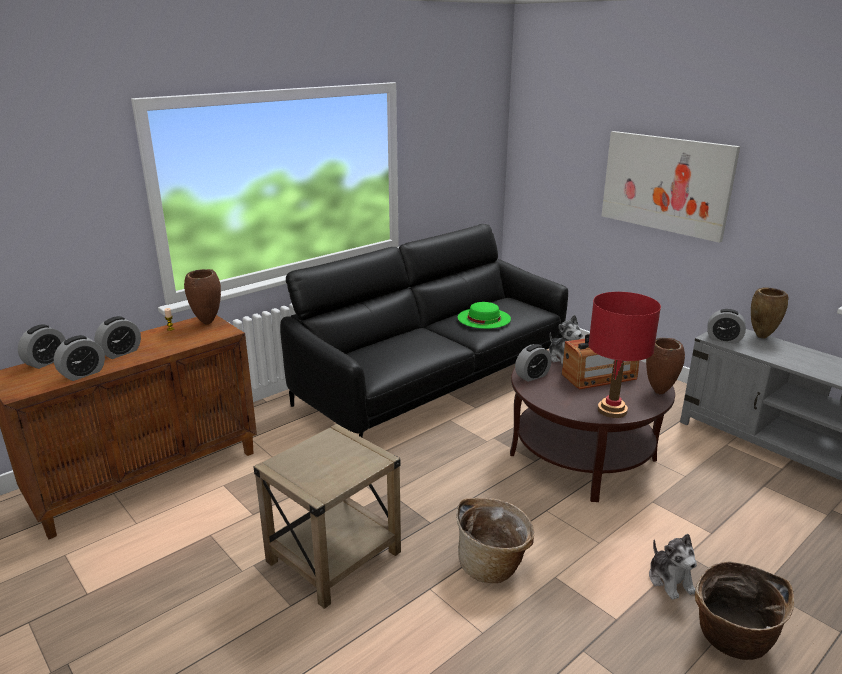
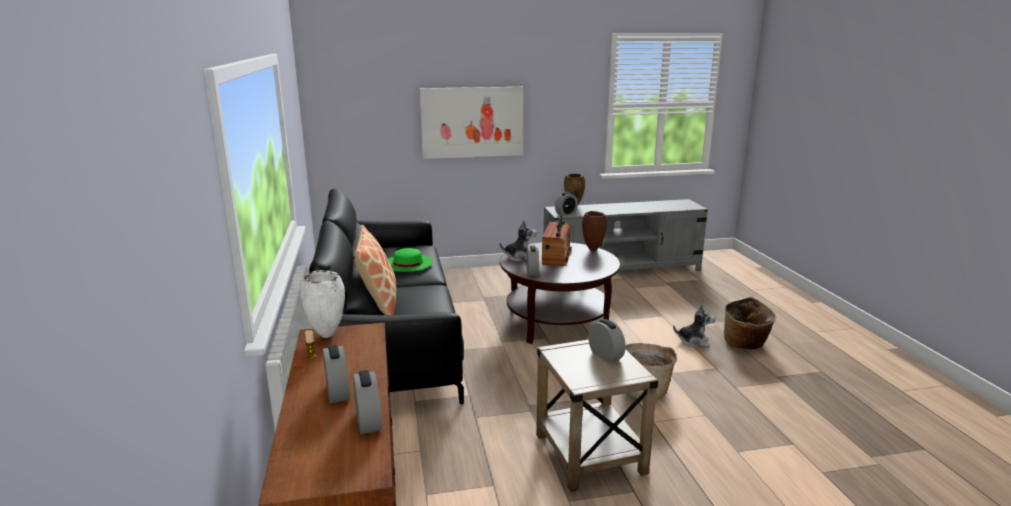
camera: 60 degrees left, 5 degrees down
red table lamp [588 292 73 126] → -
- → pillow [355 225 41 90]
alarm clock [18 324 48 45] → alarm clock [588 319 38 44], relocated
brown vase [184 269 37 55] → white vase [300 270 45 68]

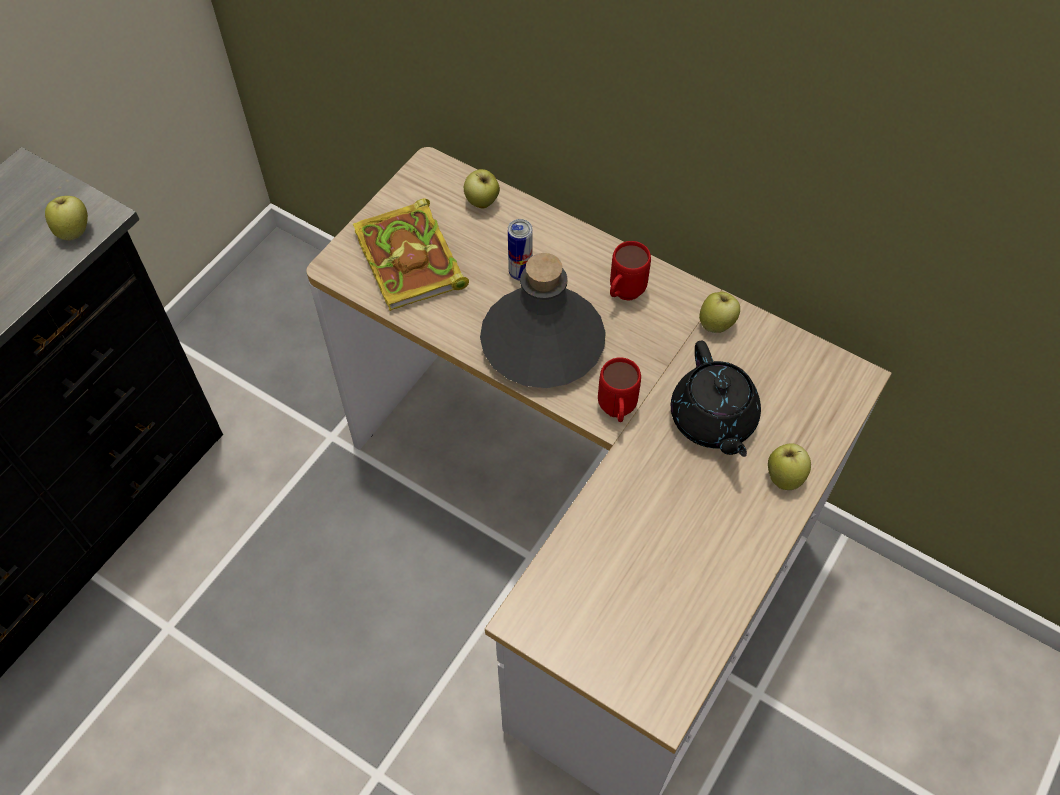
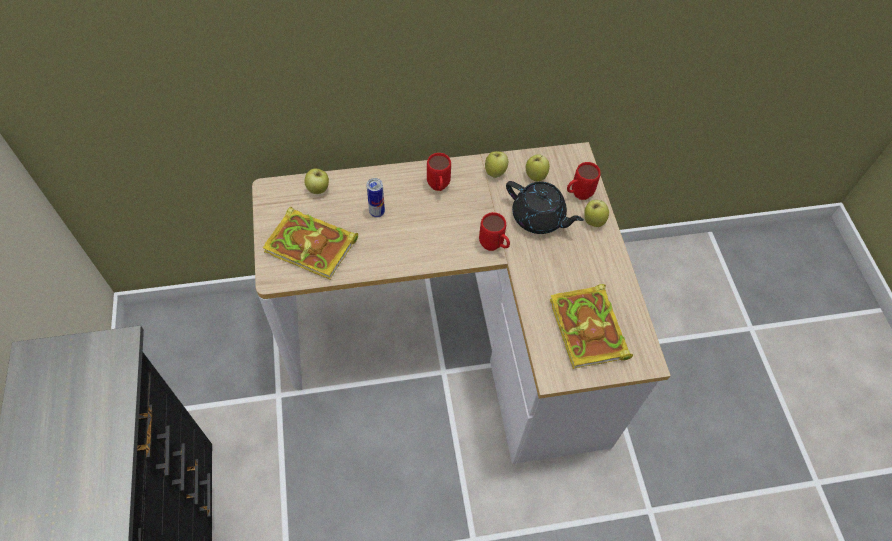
camera: 45 degrees left, 0 degrees up
grey bottle [480 253 126 135] → -
- → book [550 284 83 85]
- → red mug [567 162 34 38]
apple [45 196 43 45] → apple [526 154 24 27], relocated

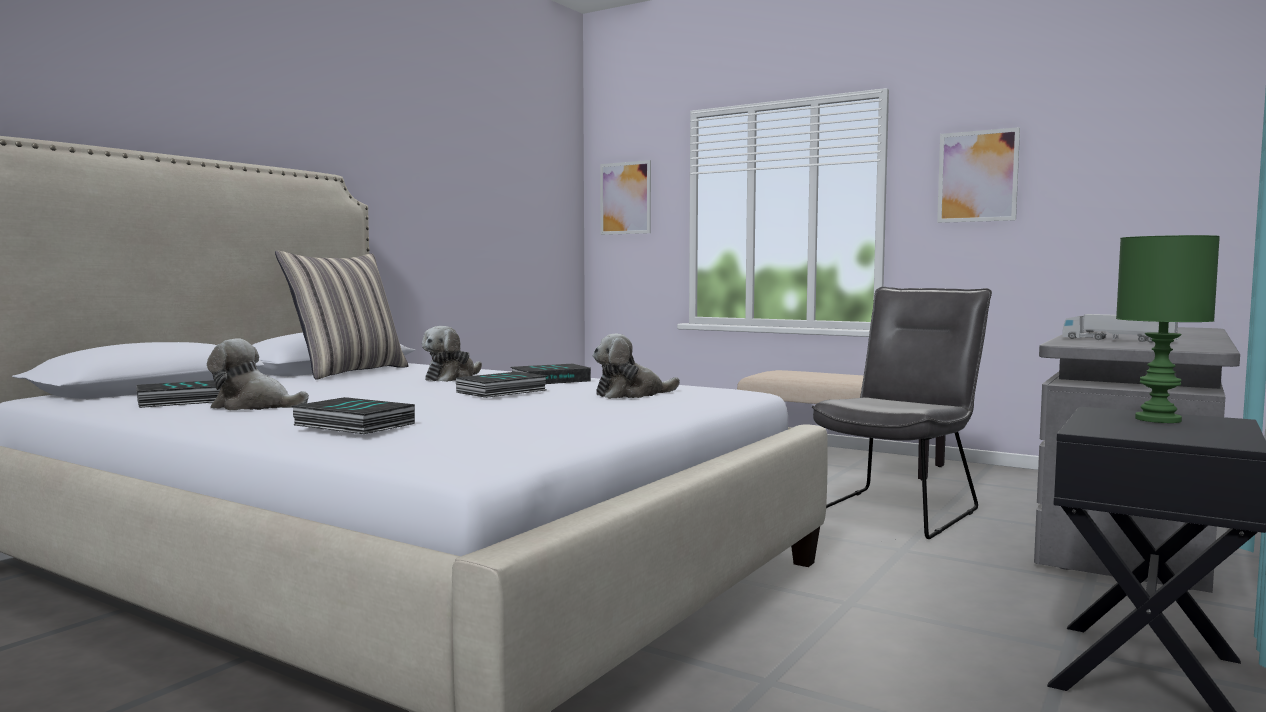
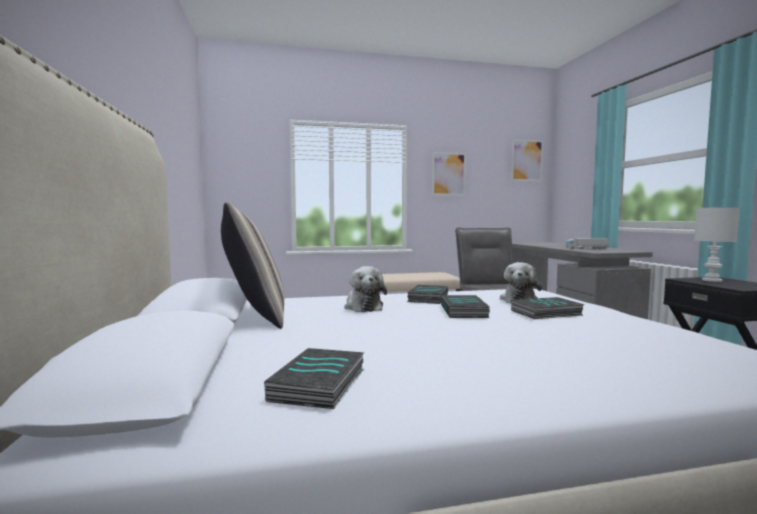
camera: 45 degrees left, 0 degrees up
plush toy [207 339 102 71] → -
book [292 397 123 37] → book [511 297 74 22], relocated
picture [600 160 51 75] → picture [511 139 32 43], relocated
green table lamp [1116 235 104 188] → white table lamp [694 207 46 75]

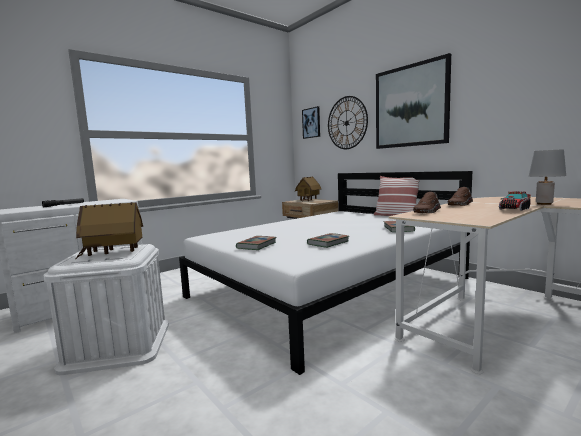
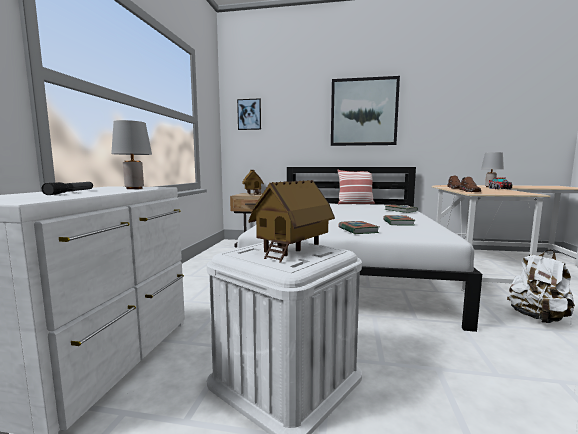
camera: 40 degrees left, 0 degrees up
wall clock [328 96 40 53] → -
- → grey table lamp [111 120 41 69]
- → white backpack [507 250 68 73]

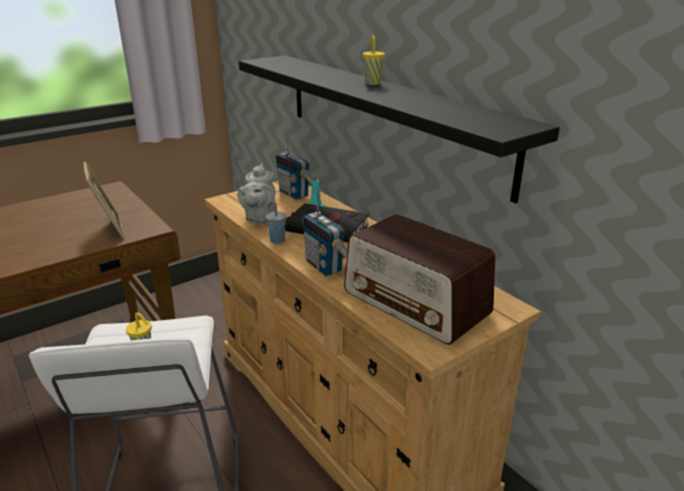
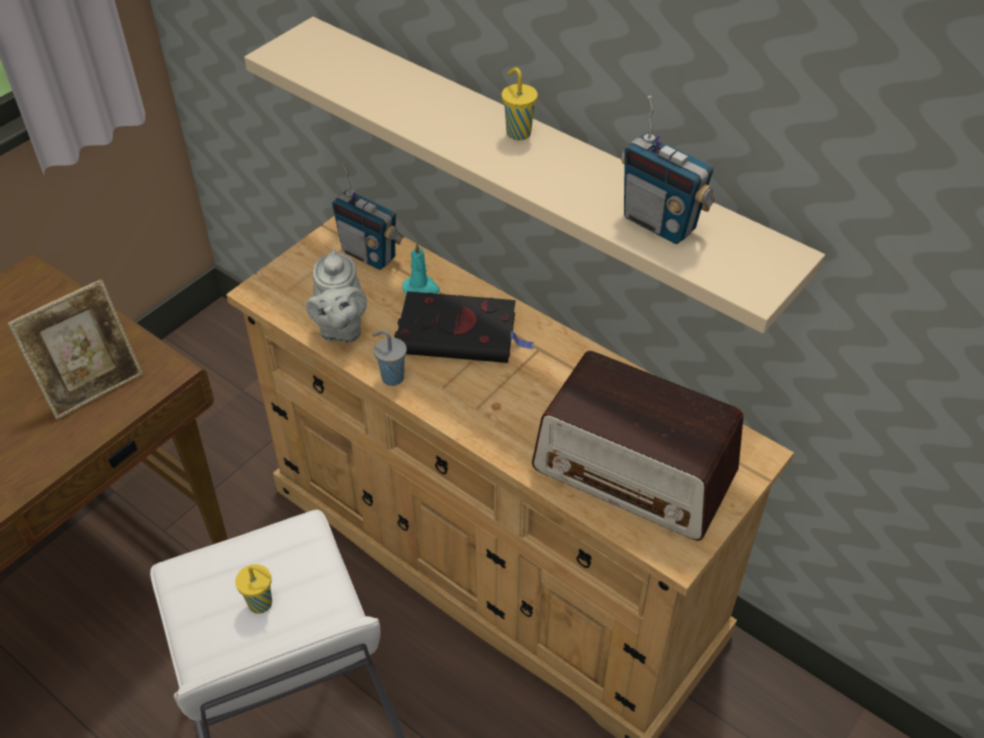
camera: 15 degrees left, 20 degrees up
radio [302 188 45 88] → radio [621 96 94 148], relocated
black shelf [239 55 321 148] → beige shelf [244 17 581 316]
picture frame [83 162 42 77] → picture frame [7 279 136 141], 90 degrees clockwise

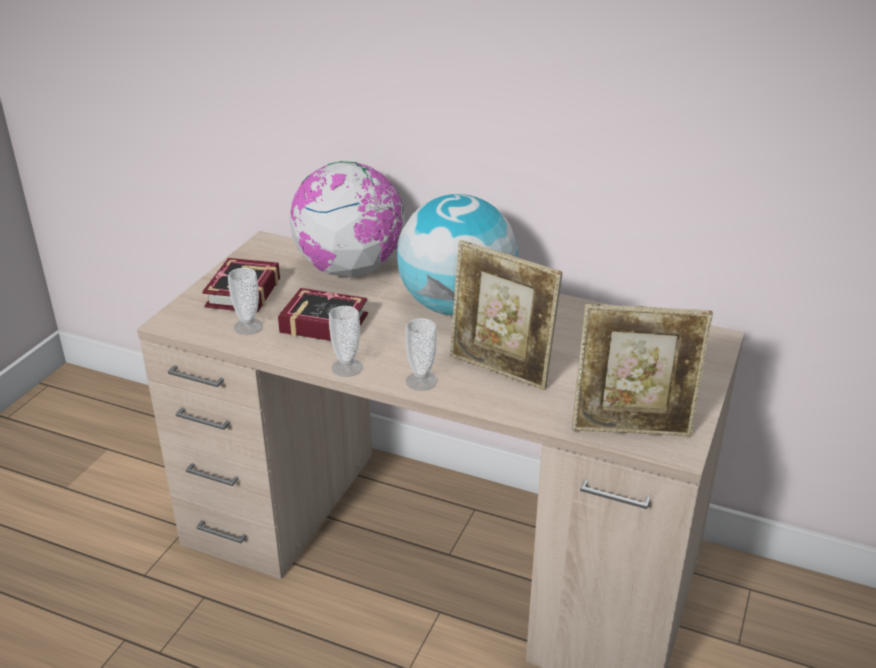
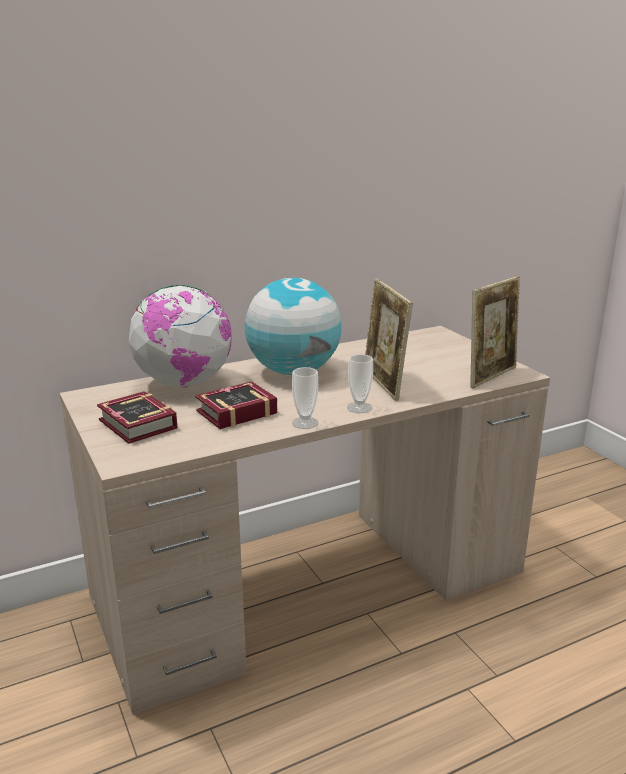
camera: 50 degrees left, 10 degrees down
cup [228 268 35 67] → -
picture frame [450 240 112 150] → picture frame [365 278 48 123], 90 degrees clockwise

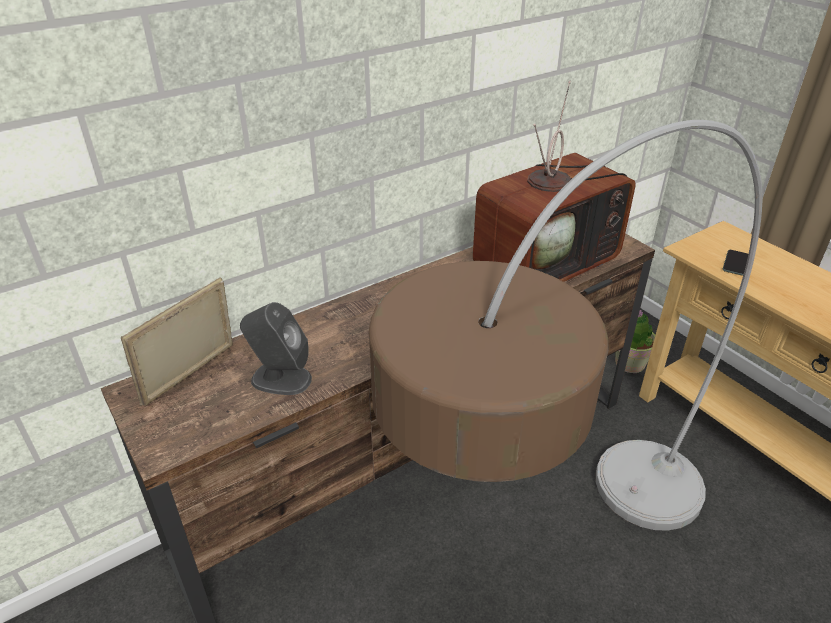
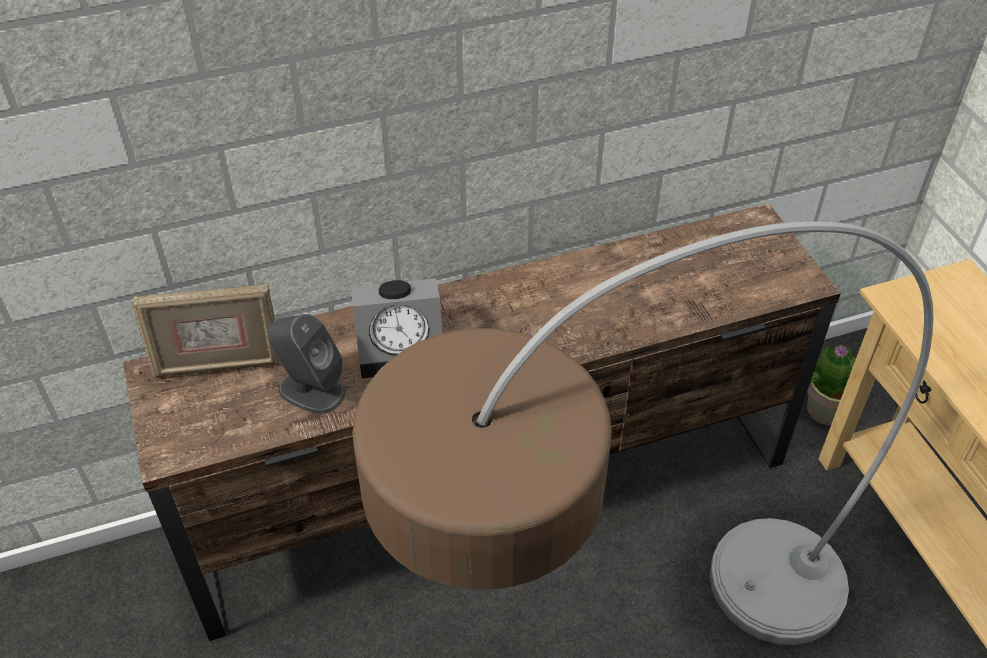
camera: 15 degrees right, 10 degrees up
television [473 81 163 201] → -
phone [723 250 25 26] → -
- → alarm clock [352 278 91 101]
picture frame [121 277 112 129] → picture frame [131 284 151 94], 150 degrees counterclockwise

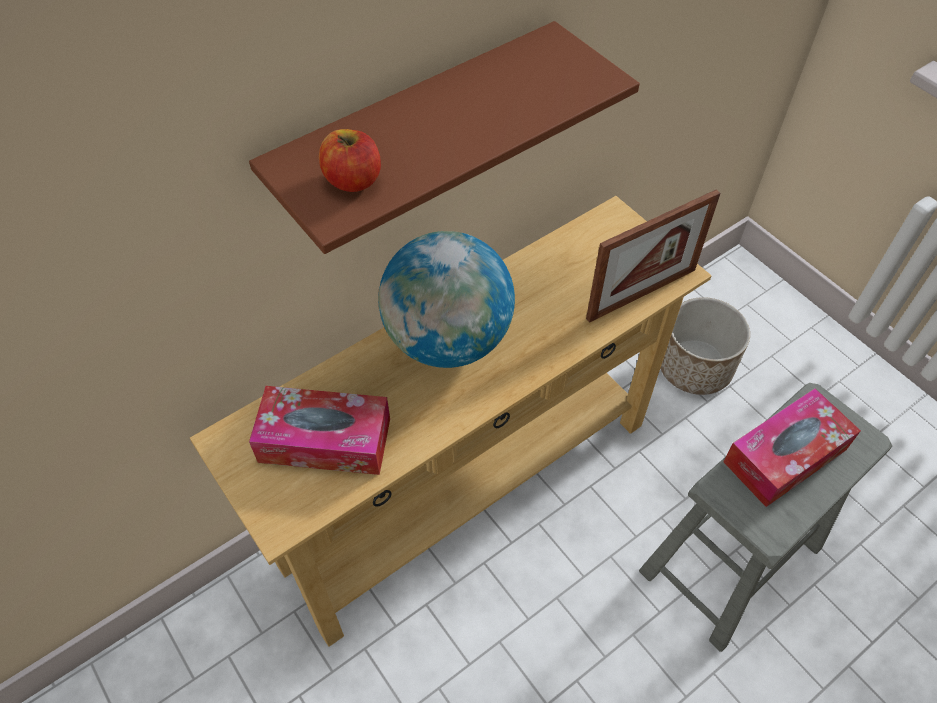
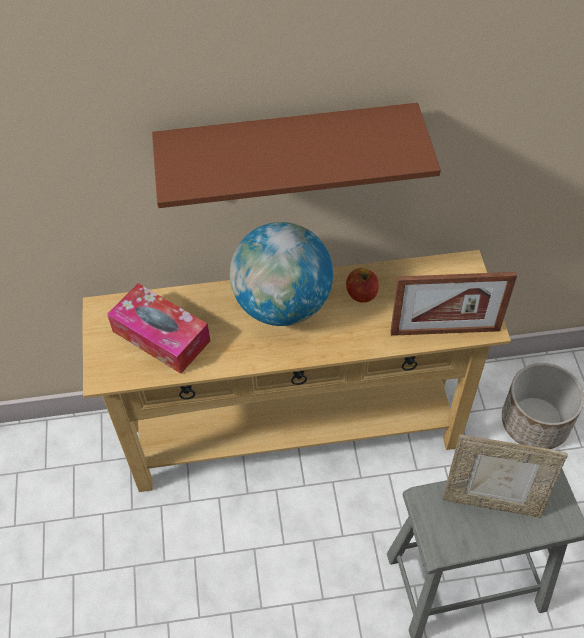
camera: 30 degrees right, 0 degrees up
apple [319 129 62 63] → apple [346 268 33 35], relocated
tissue box [723 388 138 119] → picture frame [443 434 125 84]

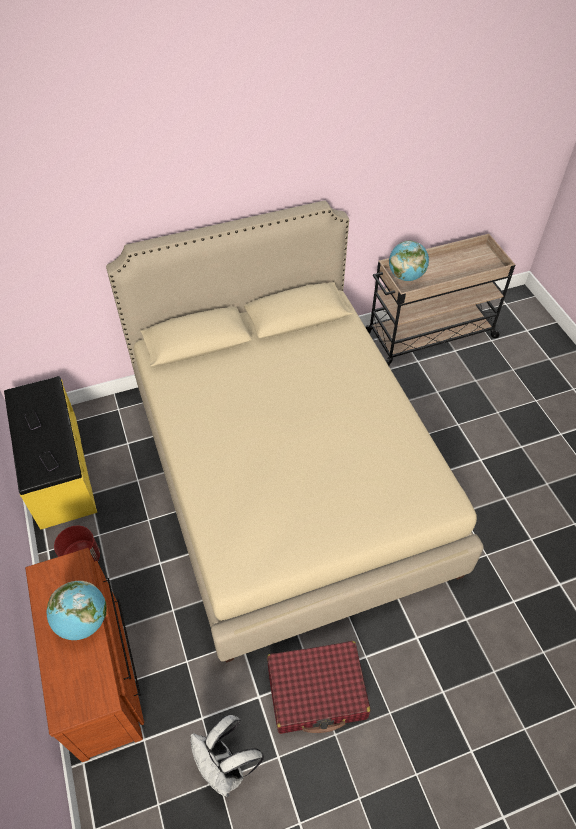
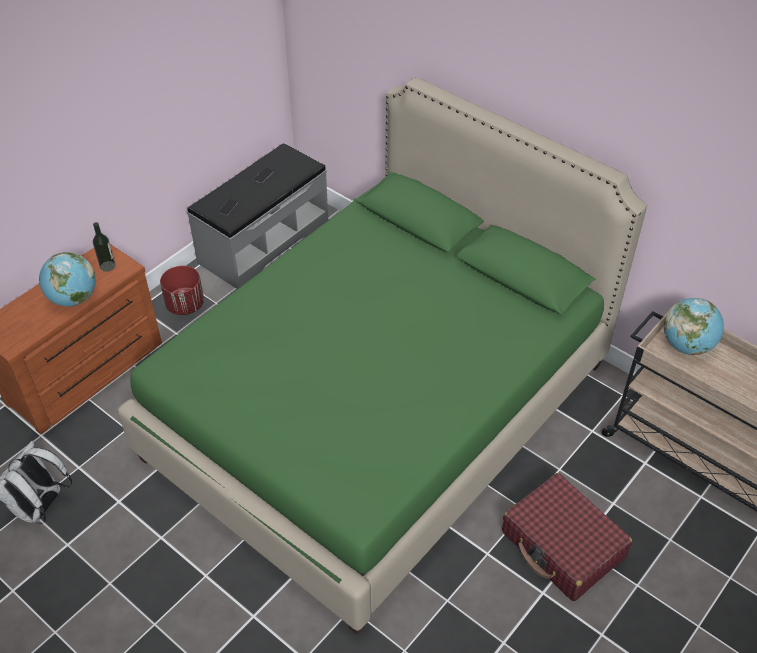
camera: 60 degrees right, 5 degrees down
- → bottle [93 222 22 50]
red suitcase [267 641 104 93] → red suitcase [502 473 130 129], relocated
yellow bench [4 376 93 154] → grey bench [187 143 141 146]
beige bed [106 200 378 463] → green bed [118 77 529 558]

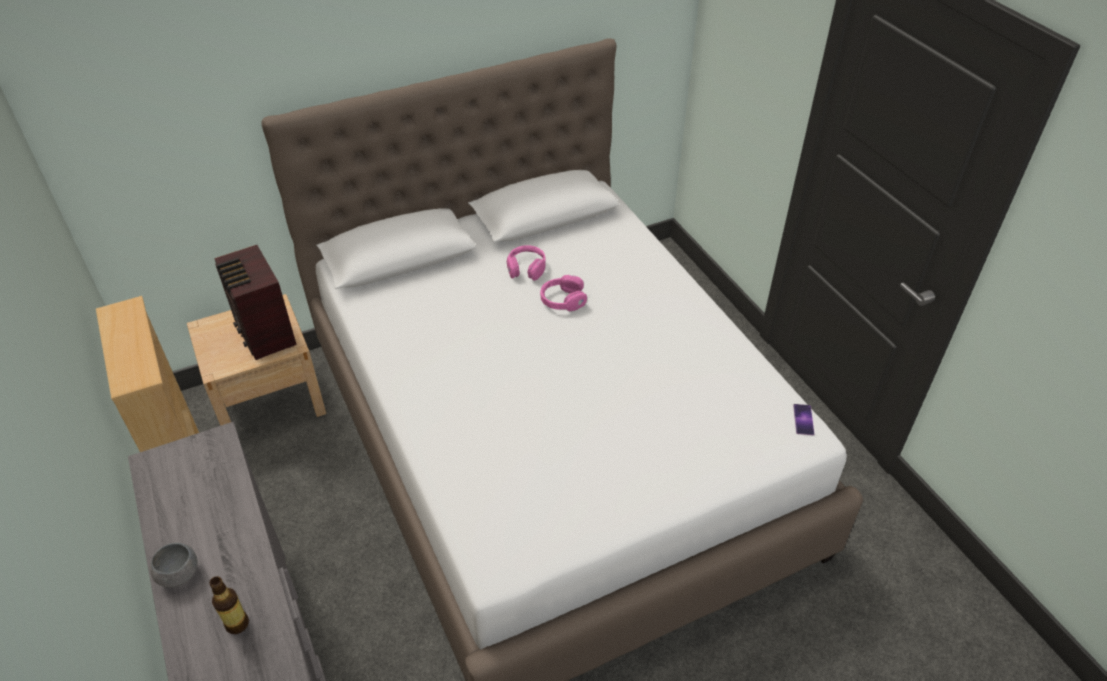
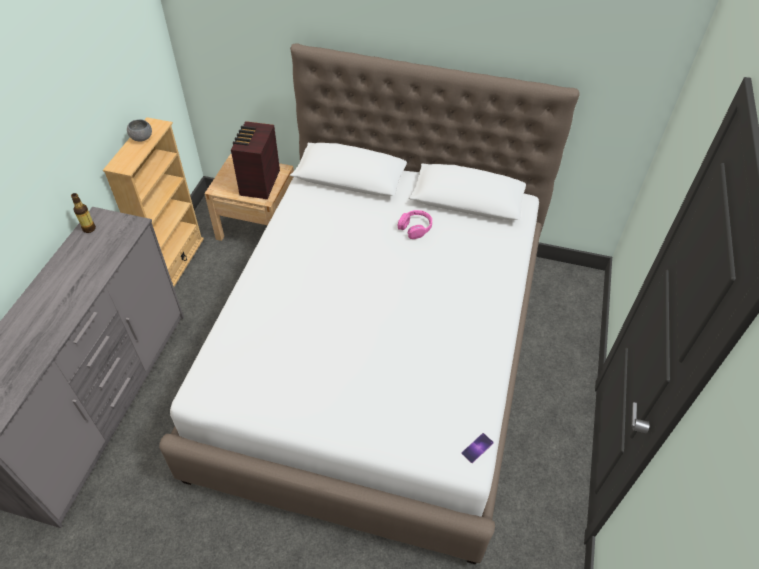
camera: 40 degrees right, 5 degrees up
pink headphones [540 275 47 36] → -
grey bowl [150 543 48 45] → grey bowl [127 119 25 22], relocated
bottle [209 576 40 58] → bottle [71 193 25 40], relocated

